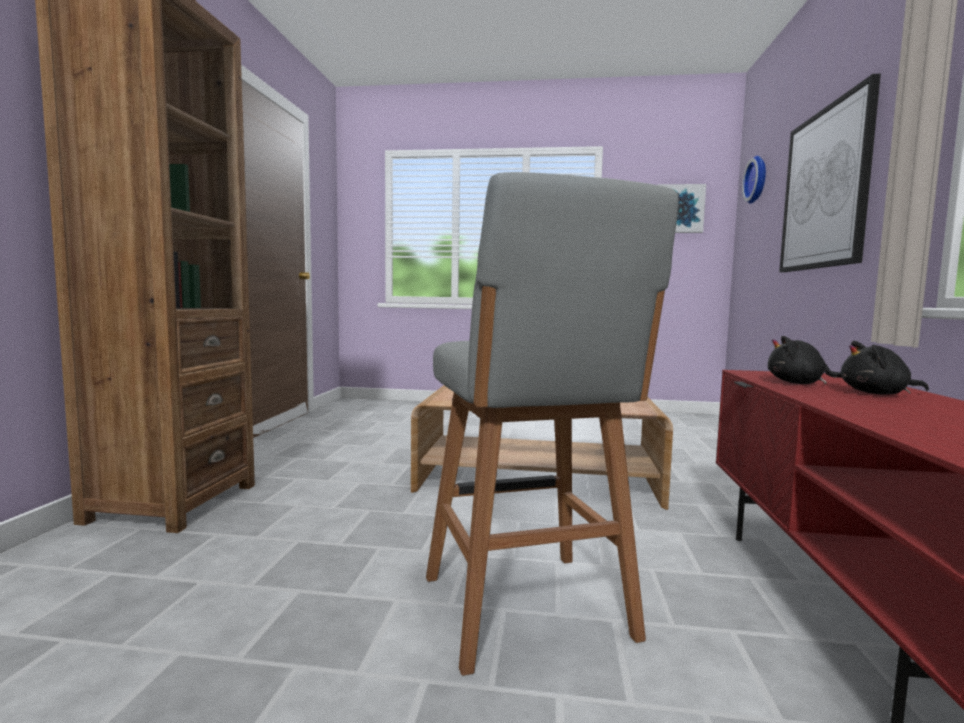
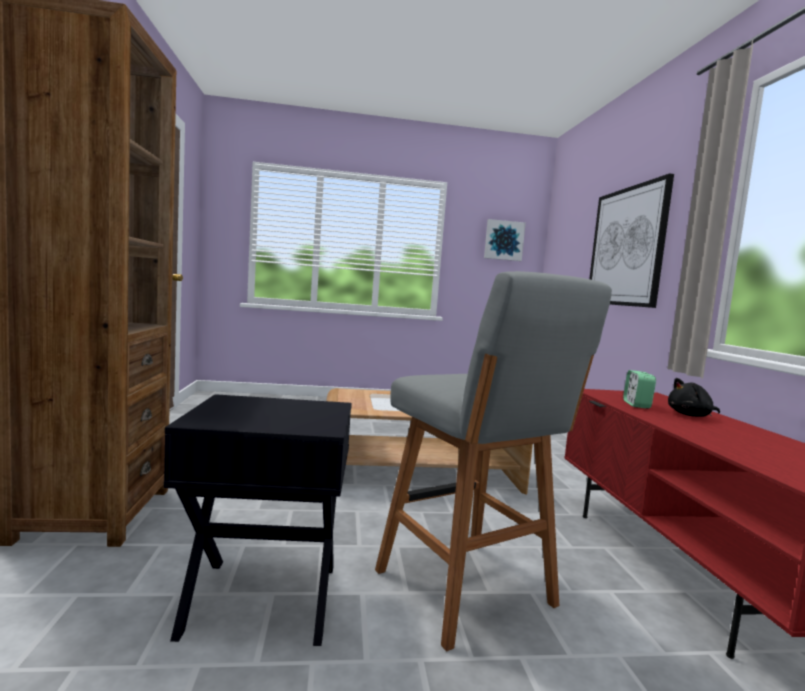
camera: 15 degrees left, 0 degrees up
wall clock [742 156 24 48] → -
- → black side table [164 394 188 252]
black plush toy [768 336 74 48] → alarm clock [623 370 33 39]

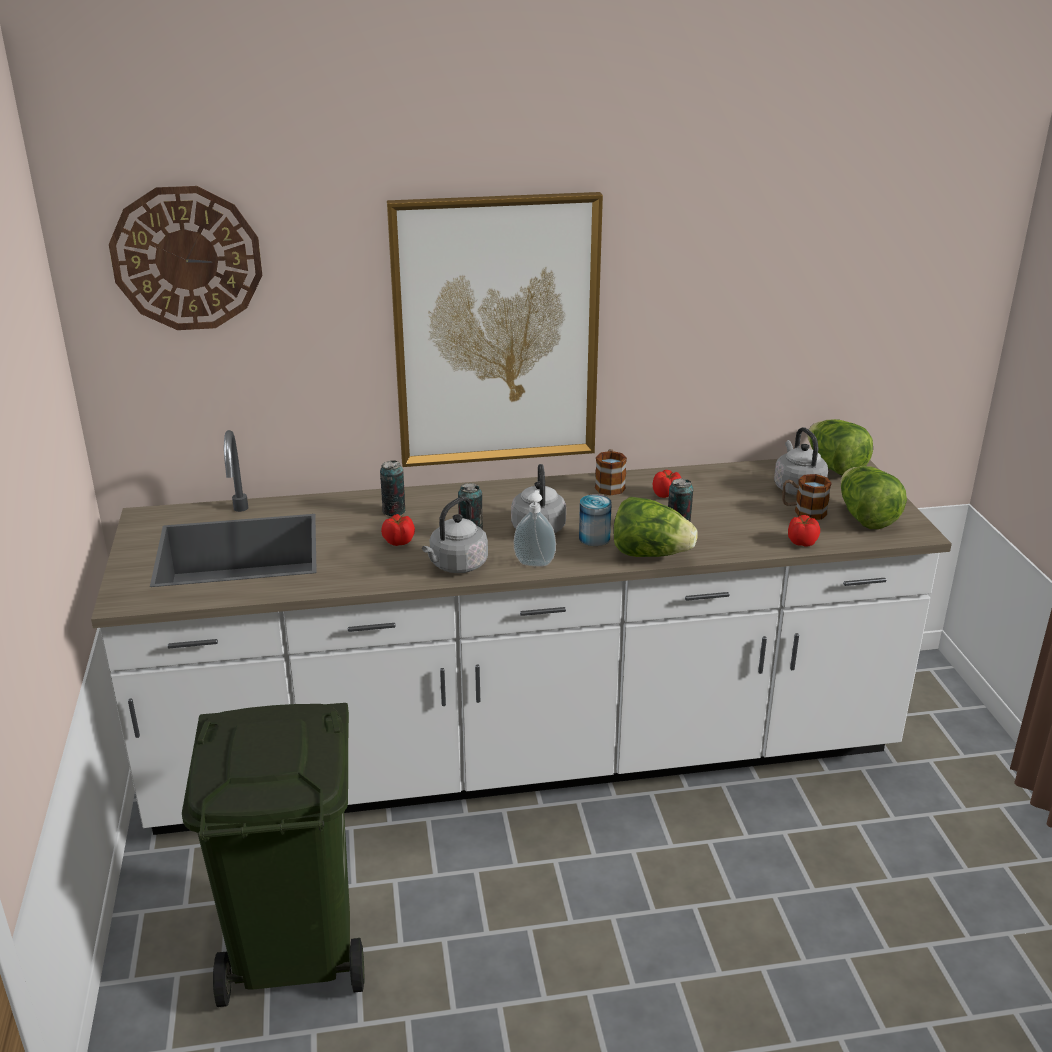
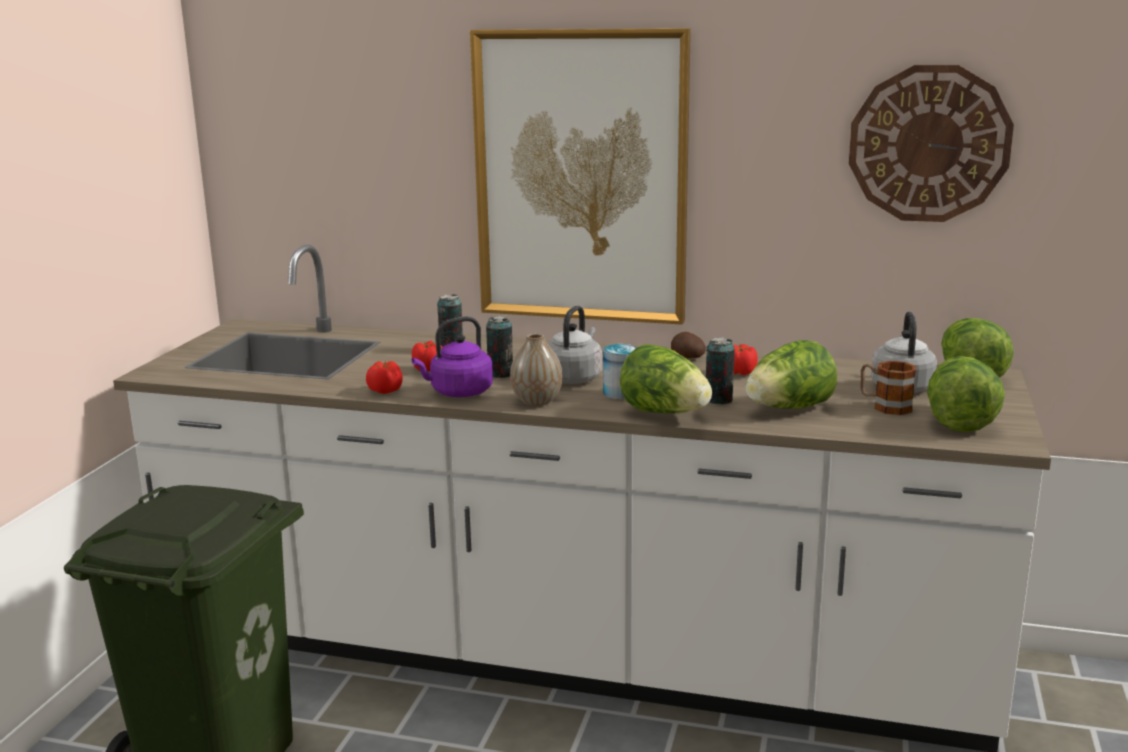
camera: 25 degrees right, 10 degrees down
- → lettuce [745 340 92 69]
wall clock [109 186 153 144] → wall clock [849 65 165 157], relocated
tomato [788 515 32 32] → tomato [366 361 37 33], relocated
soap dispenser [514 490 42 77] → vase [510 333 52 73]
mug [595 449 32 47] → potato [671 332 35 27]
grey kettle [422 496 66 77] → purple kettle [412 316 81 81]

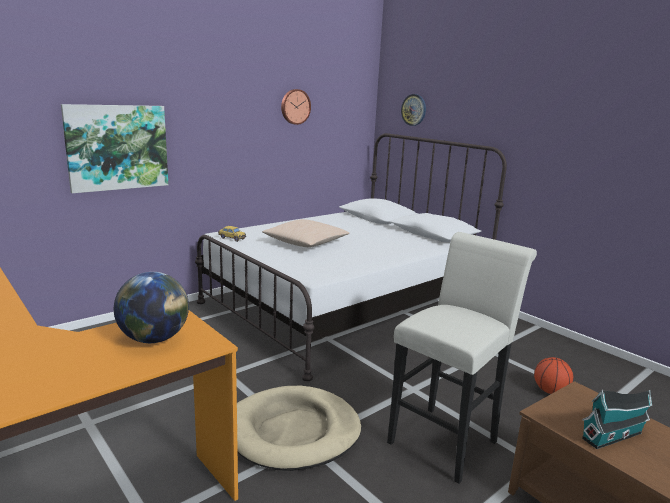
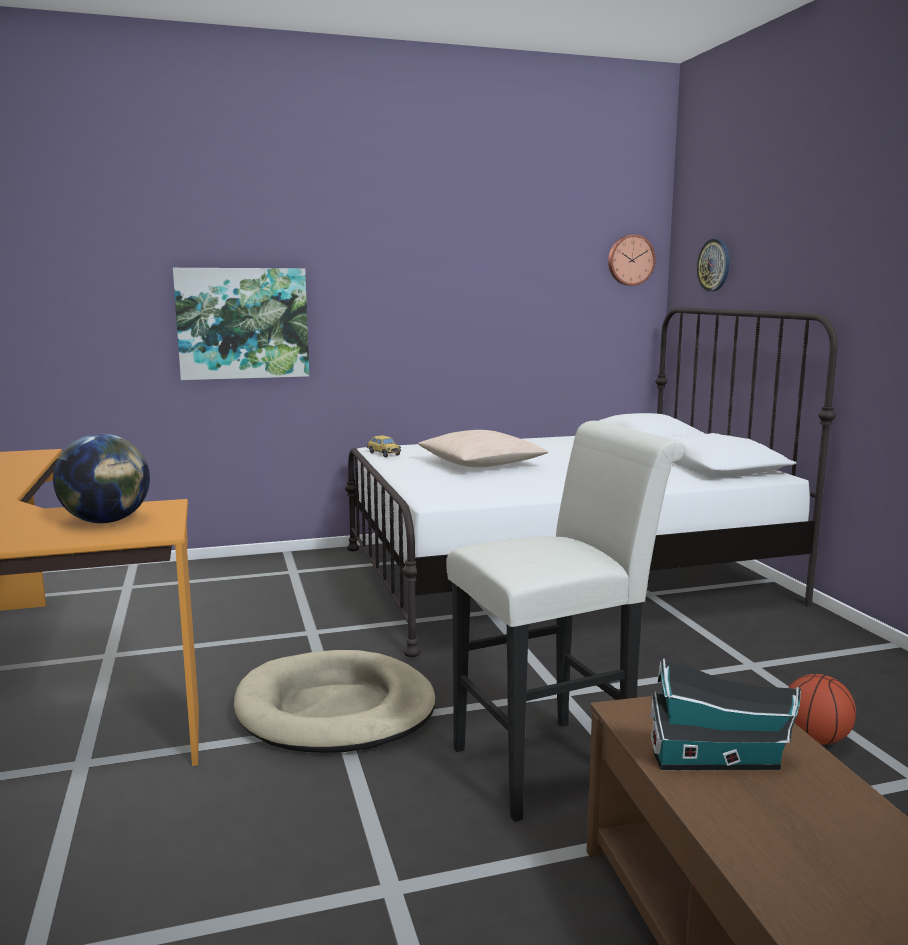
camera: 25 degrees right, 5 degrees down
wall clock [281 89 30 36] → wall clock [608 235 48 51], relocated

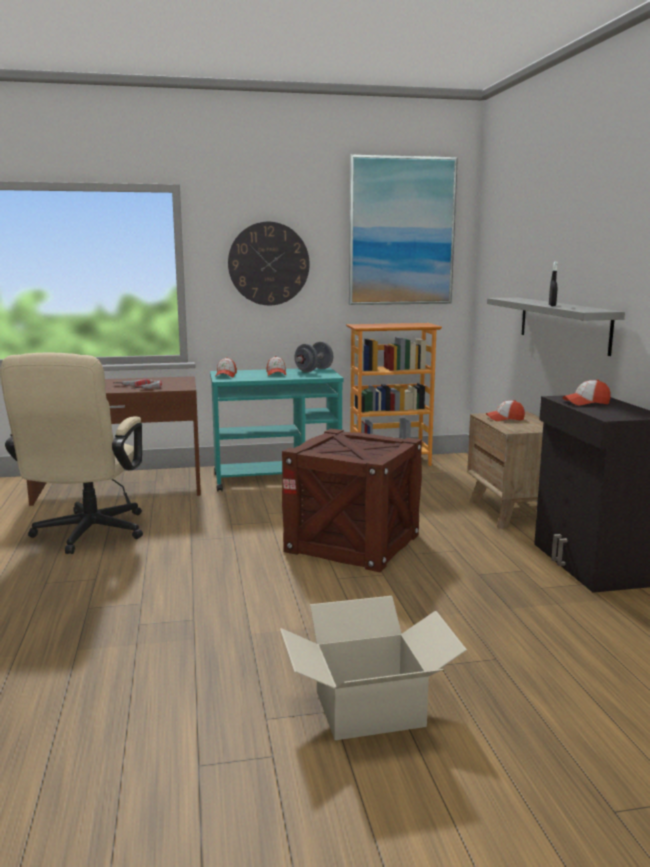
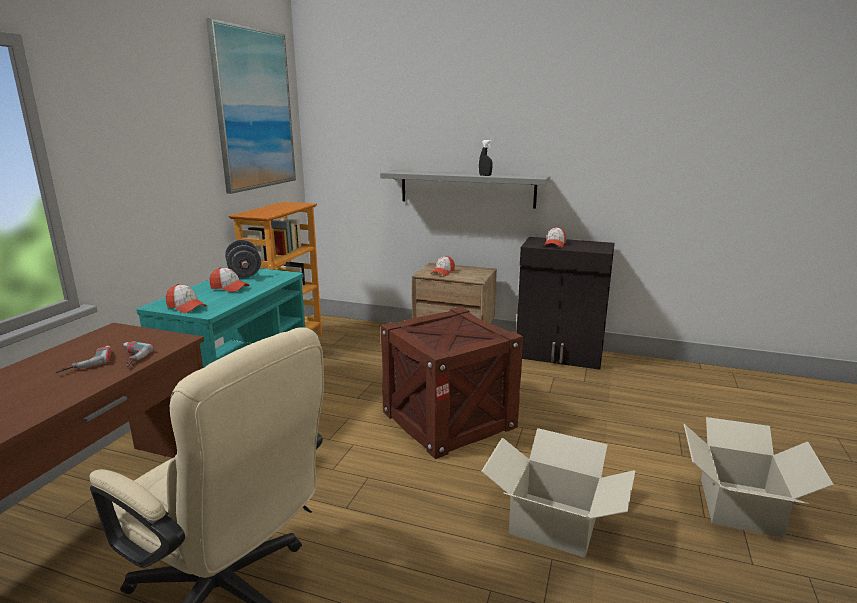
camera: 60 degrees left, 5 degrees up
wall clock [228 222 82 83] → -
- → cardboard box [481 428 154 130]

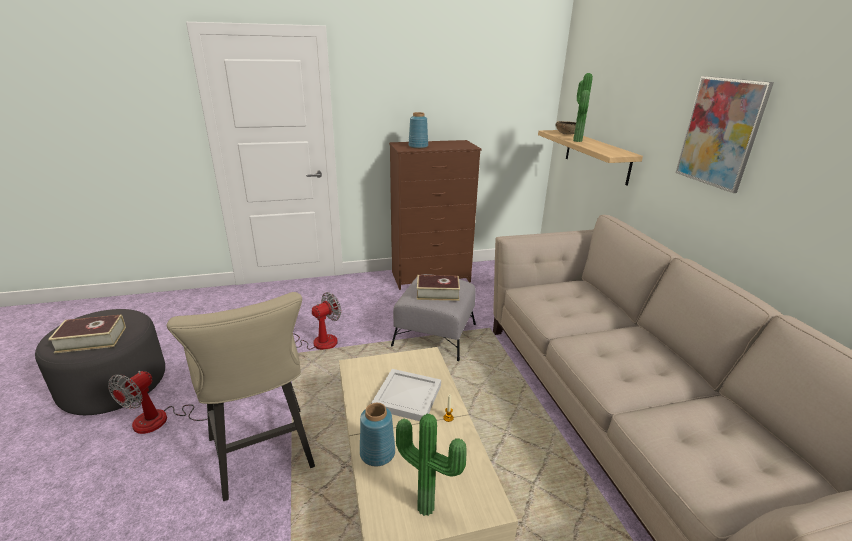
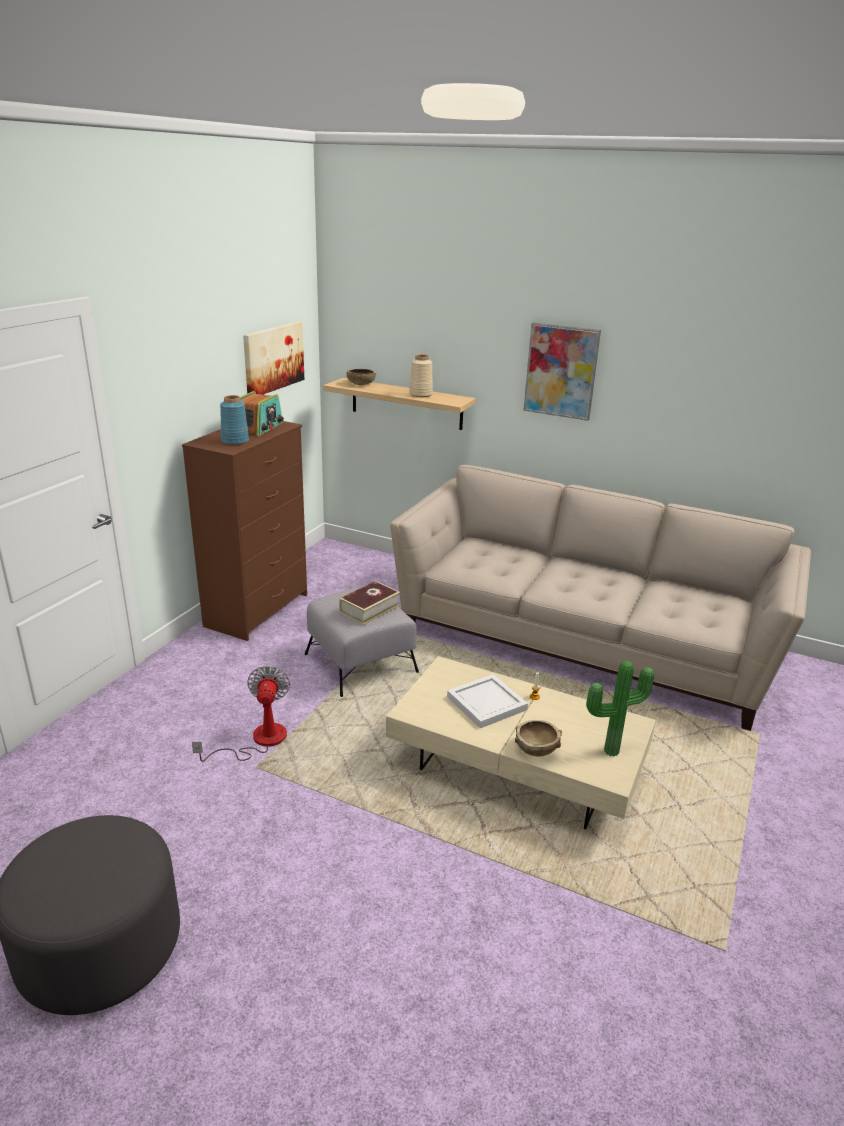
camera: 50 degrees left, 0 degrees up
book [48 314 78 39] → -
fan [108 371 100 63] → -
beige stool [167 292 148 209] → -
potted plant [573 73 20 69] → -
- → radio [240 391 44 45]
- → picture [243 322 61 73]
- → beige vase [409 354 24 43]
blue vase [360 403 35 63] → brown bowl [515 720 47 37]

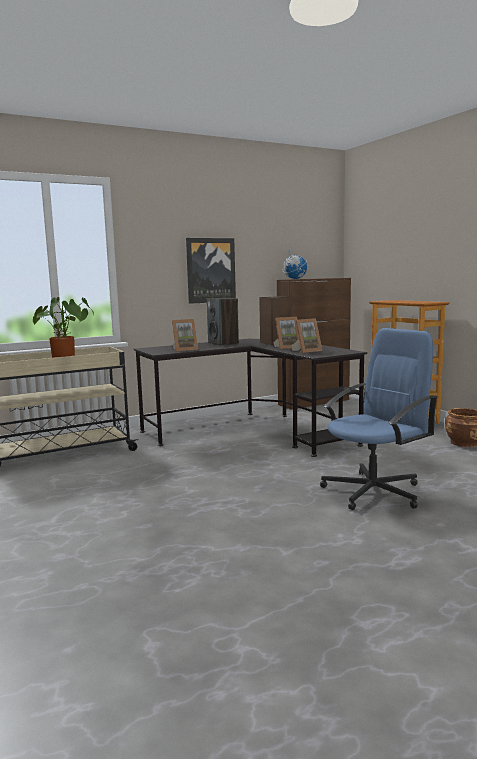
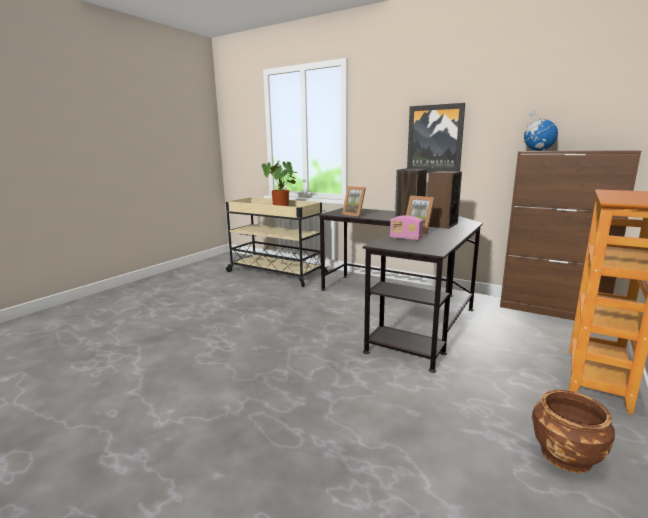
camera: 60 degrees right, 5 degrees up
blue office chair [320 328 118 182] → -
picture frame [291 318 32 35] → radio [390 215 33 26]

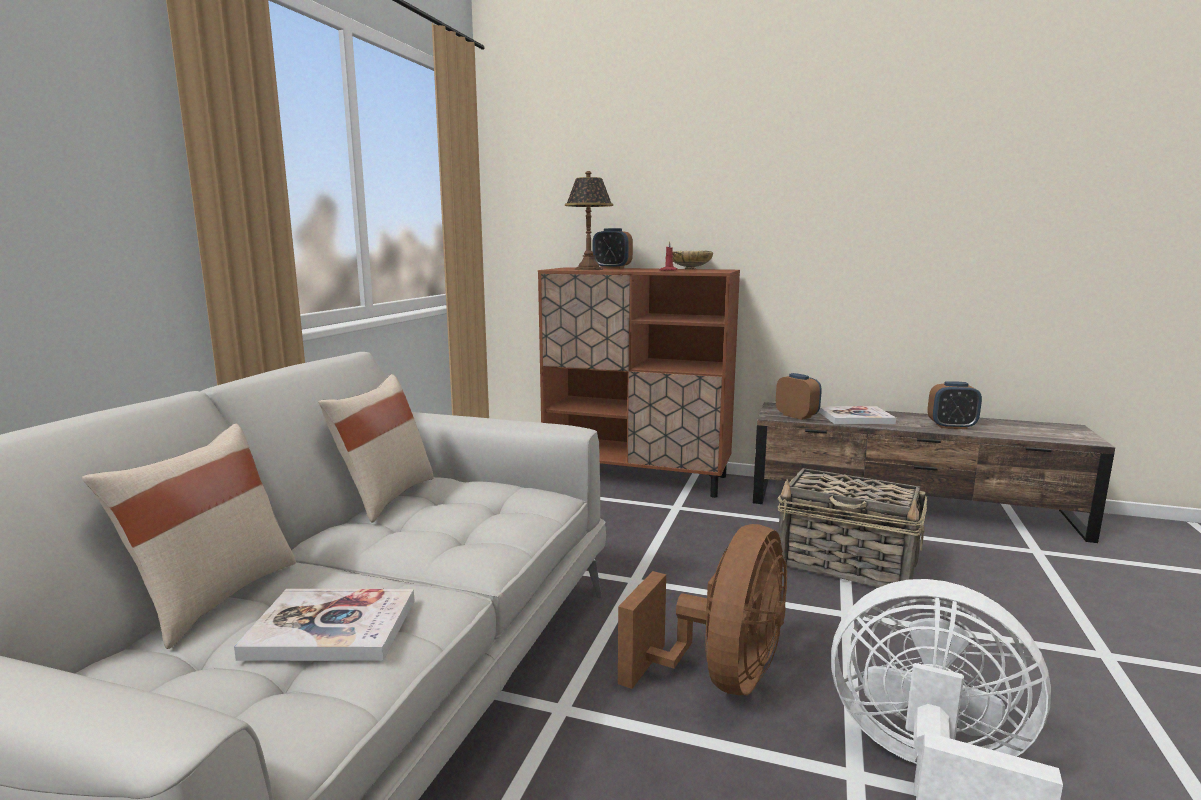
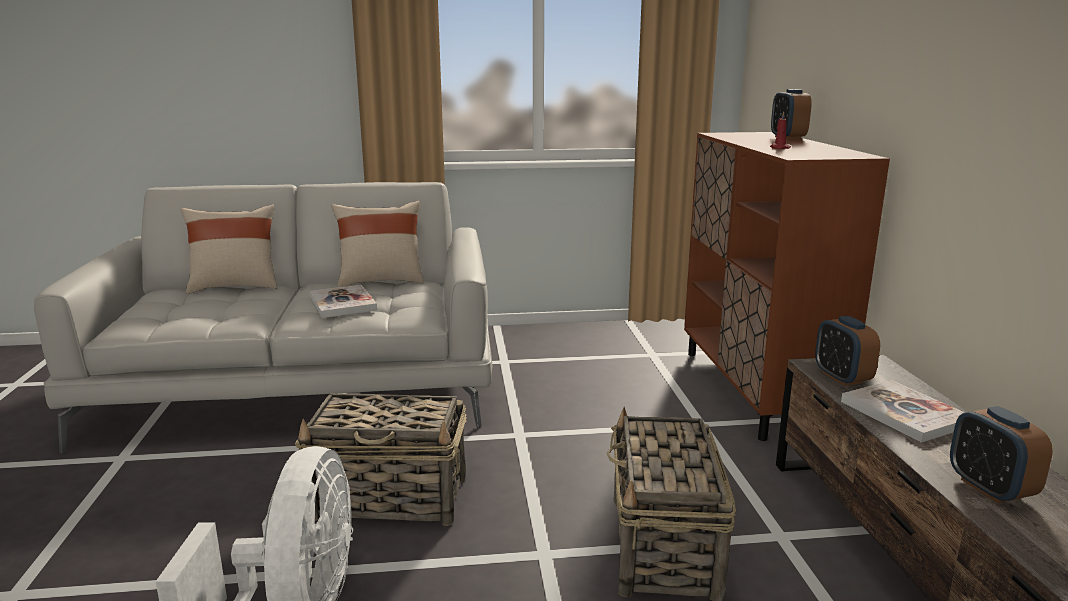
camera: 65 degrees right, 5 degrees up
table lamp [565 171 48 99] → -
beige bowl [672 250 41 20] → -
book [234 589 181 72] → book [309 285 68 33], relocated
brown fan [618 524 169 171] → basket [295 393 172 133]
alarm clock [776 373 46 47] → alarm clock [815 316 65 70], 135 degrees clockwise

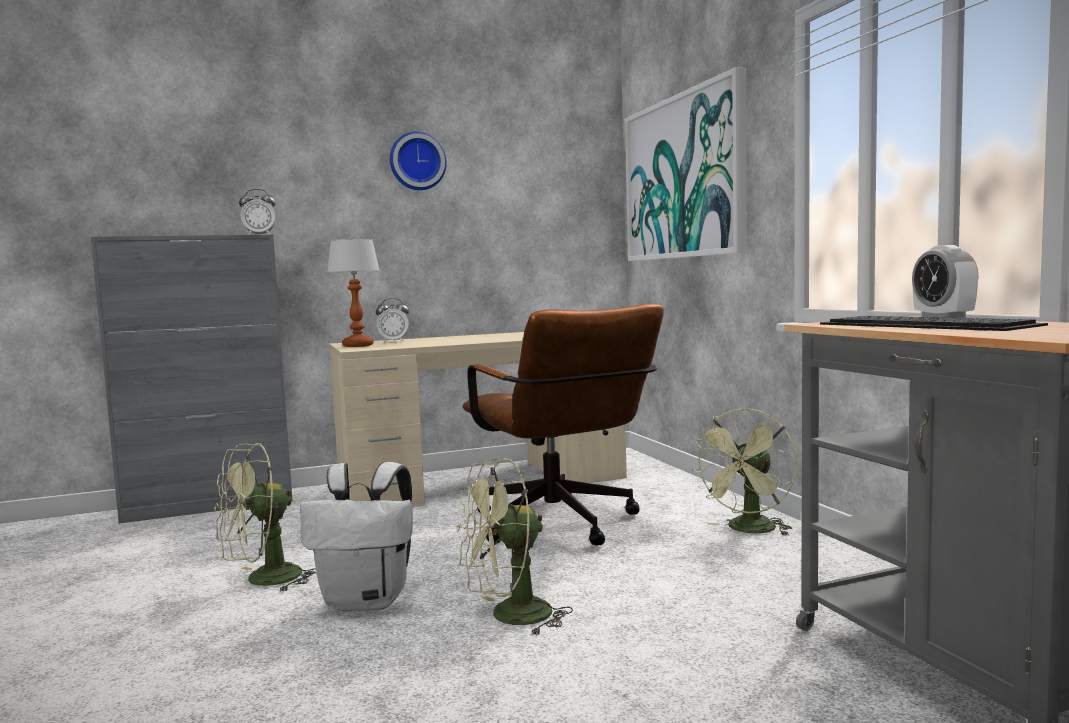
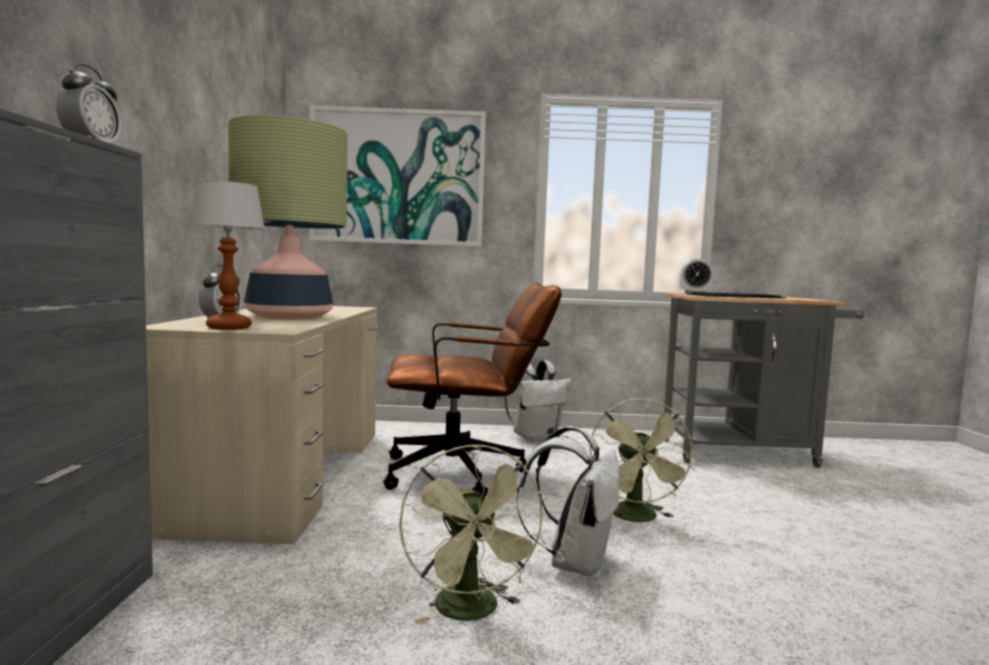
camera: 70 degrees left, 0 degrees up
wall clock [390 132 57 58] → -
- → table lamp [228 115 120 204]
green fan [692 408 105 128] → white backpack [504 360 68 82]

